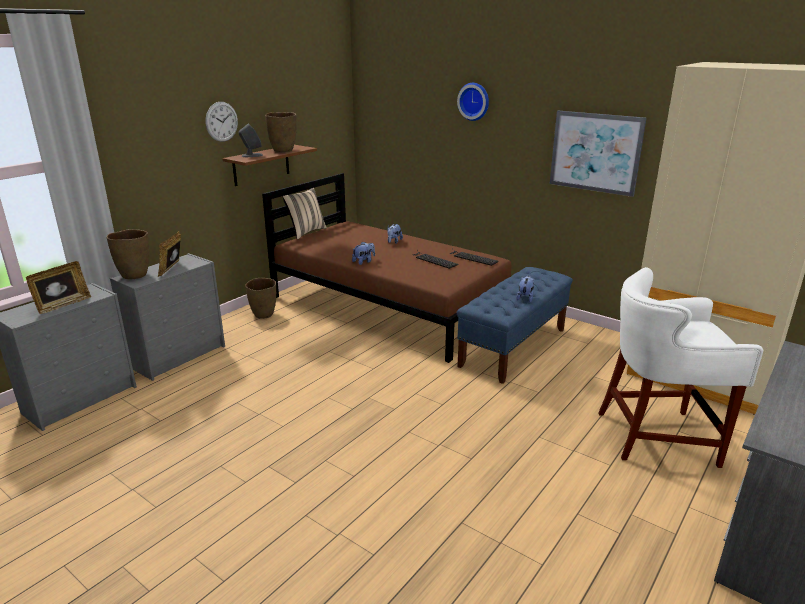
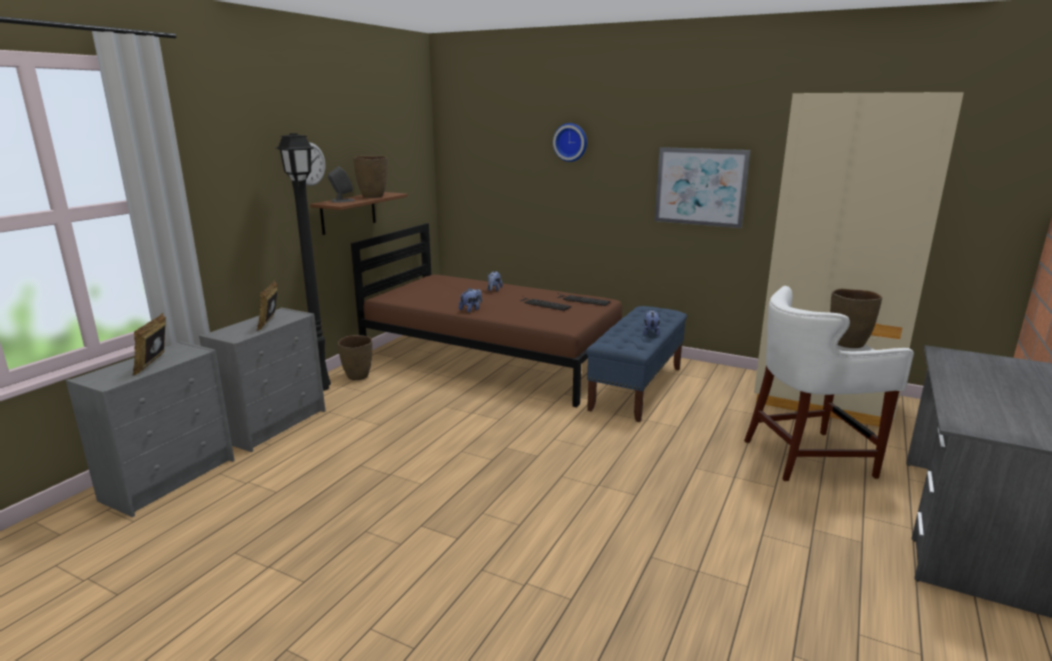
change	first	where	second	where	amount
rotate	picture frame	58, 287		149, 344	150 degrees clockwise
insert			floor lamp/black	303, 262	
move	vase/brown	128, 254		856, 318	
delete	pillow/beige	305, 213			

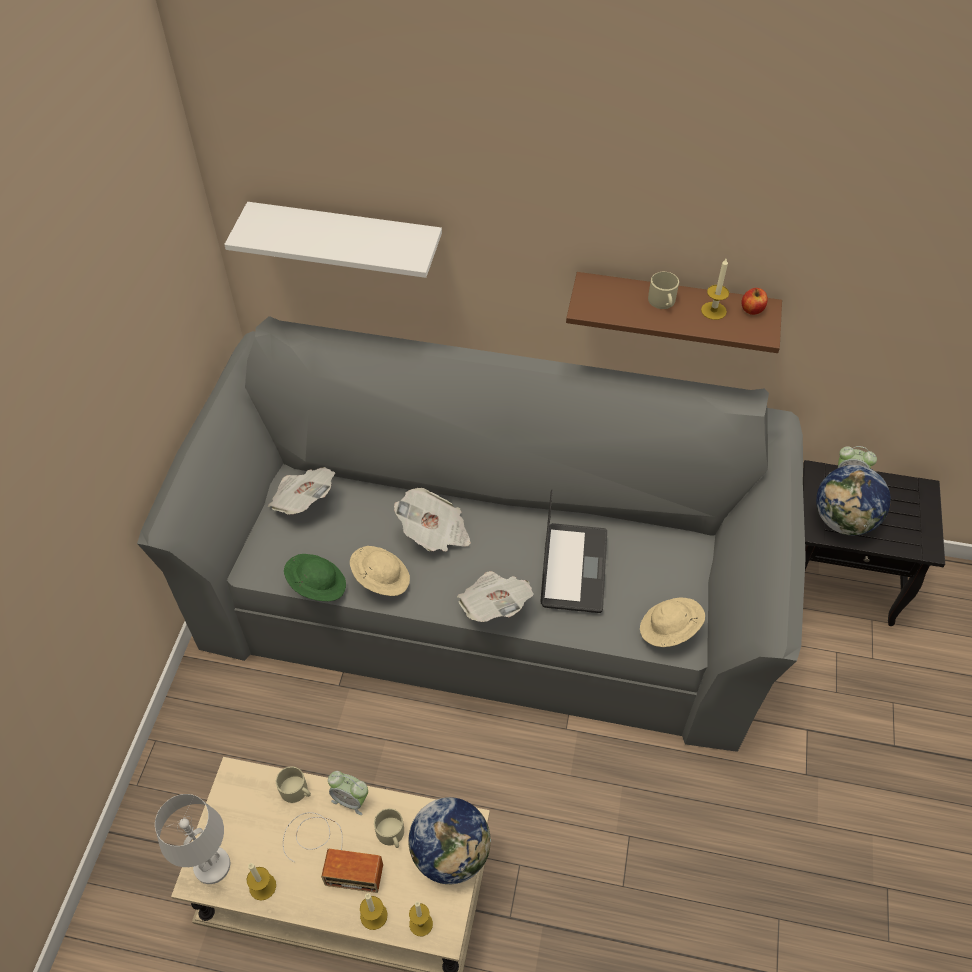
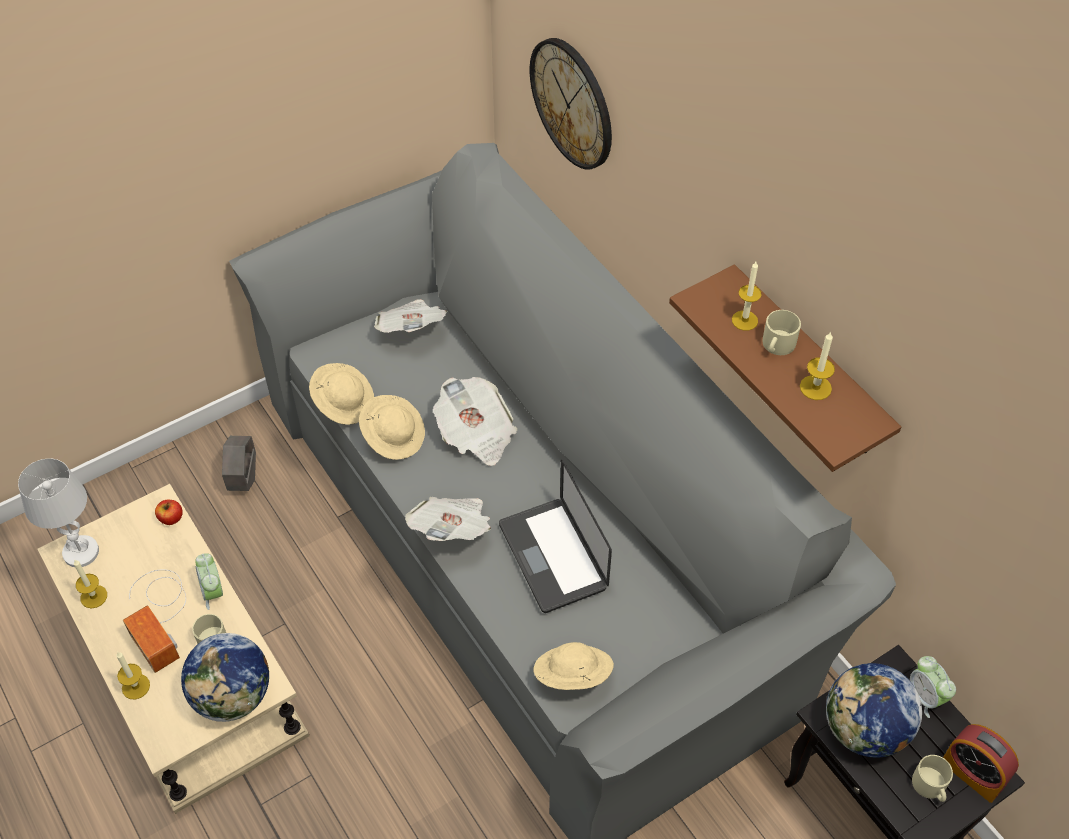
change	first	where	second	where	amount
move	apple	754, 301		169, 512	
insert			planter/grey	239, 463	
recolor	hat/green	315, 577	hat/beige	341, 394	
rotate	laptop	574, 551		555, 536	105 degrees clockwise
replace	shelf/white	333, 240	wall clock	571, 104	
move	candle	421, 918		747, 296	
move	mug/beige	293, 785		932, 778	
insert			alarm clock	981, 763	

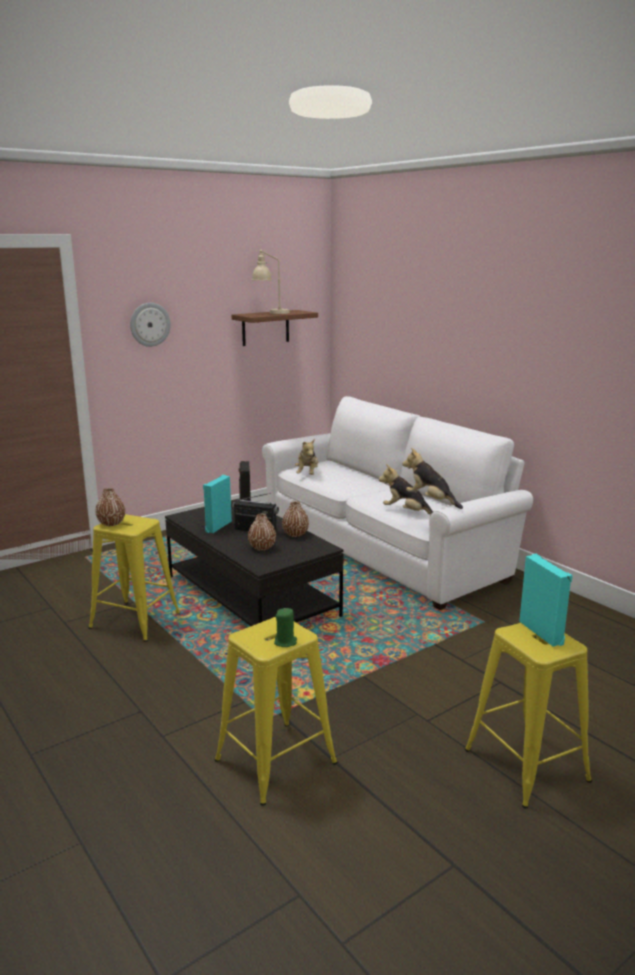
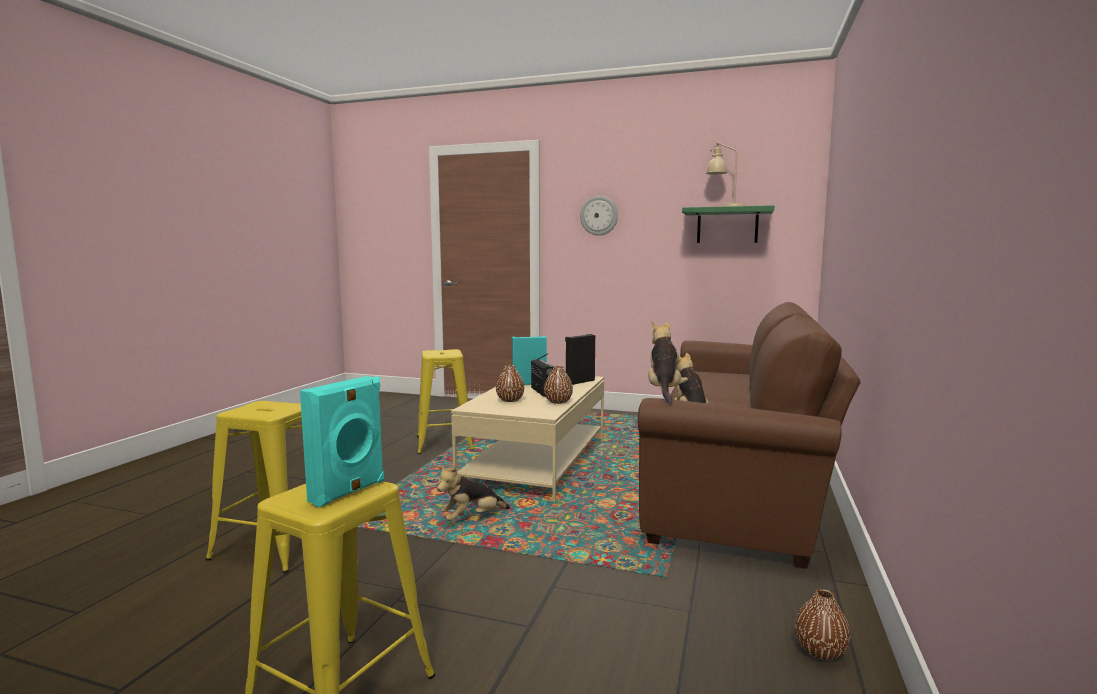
change	first	where	second	where	amount
move	plush toy	306, 457		473, 493	
recolor	coffee table/black	254, 562	coffee table/beige	527, 438	
recolor	sofa/white	397, 503	sofa/brown	749, 435	
recolor	shelf/brown	275, 328	shelf/green	728, 224	
move	vase/brown	110, 507		822, 624	
delete	candle/green	285, 627			

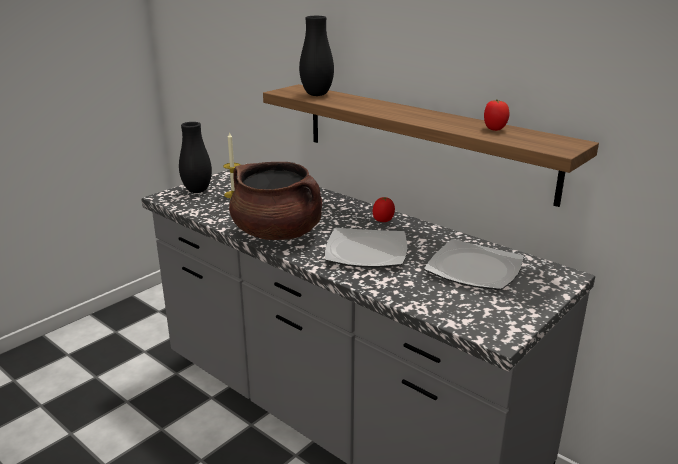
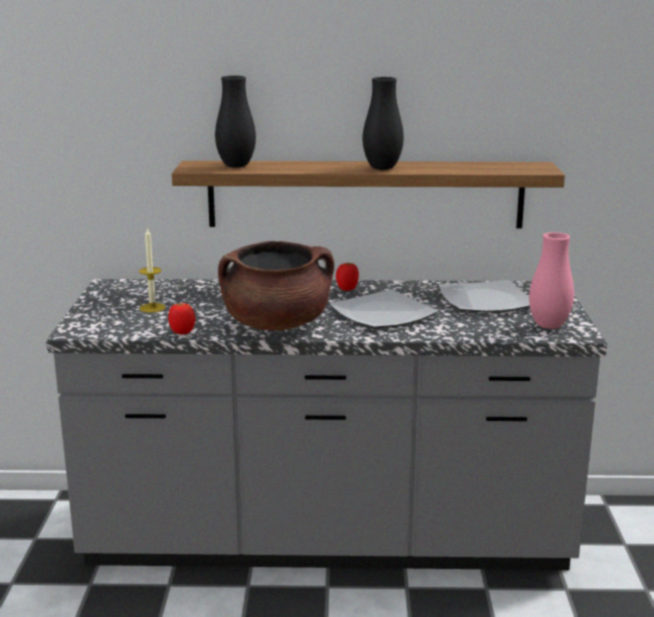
change	first	where	second	where	amount
move	tomato	496, 115		181, 318	
move	vase/black	195, 157		383, 123	
insert			vase/pink	551, 280	

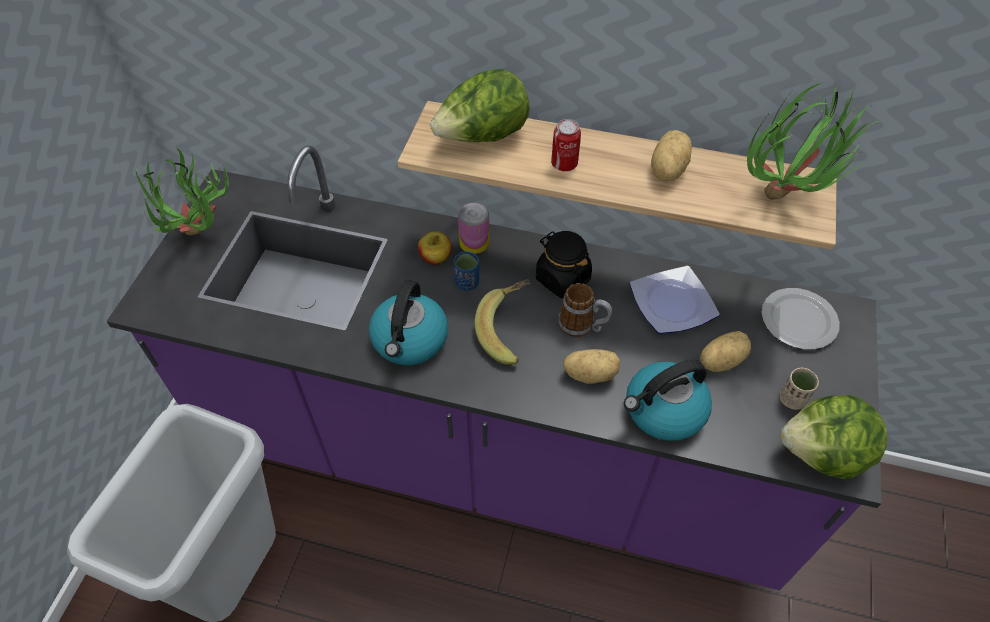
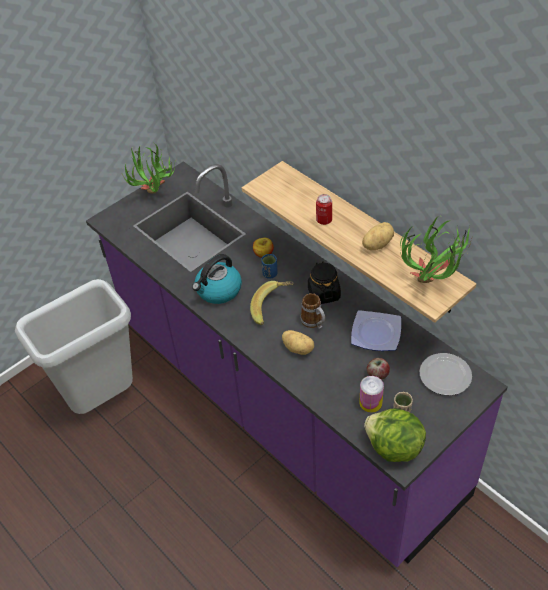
change	first	where	second	where	amount
move	can	474, 228		371, 394	
replace	potato	725, 351	apple	378, 369	
delete	lettuce	480, 105			
delete	kettle	668, 400			

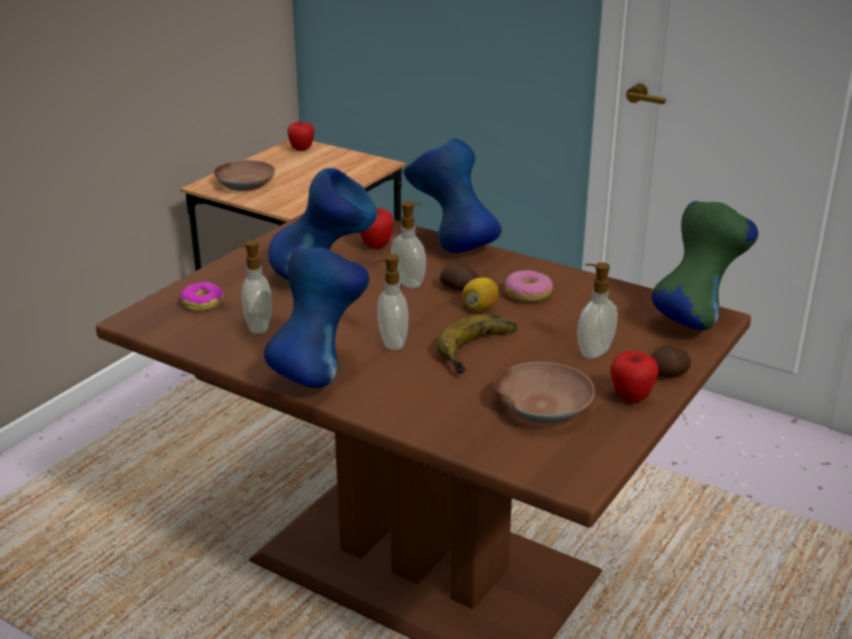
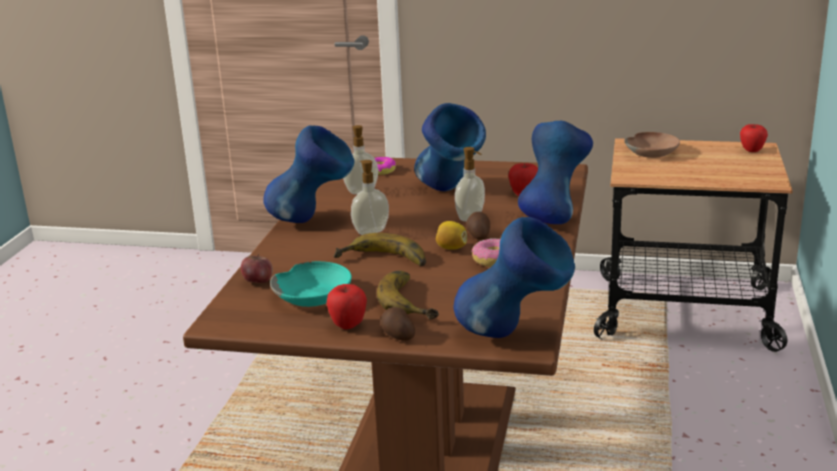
change	first	where	second	where	amount
insert			apple	257, 268	
recolor	bowl/brown	544, 393	bowl/turquoise	311, 284	
replace	soap dispenser	597, 310	banana	408, 295	
recolor	vase/green	705, 265	vase/blue	514, 277	

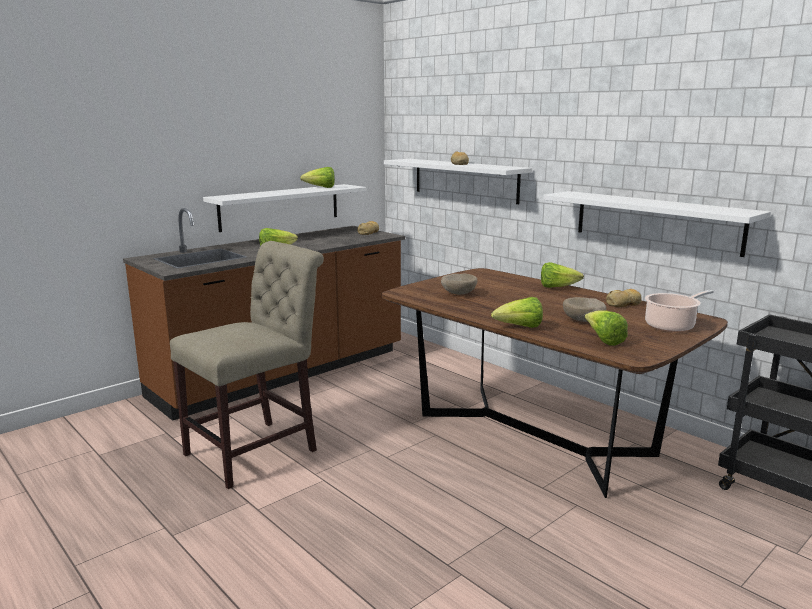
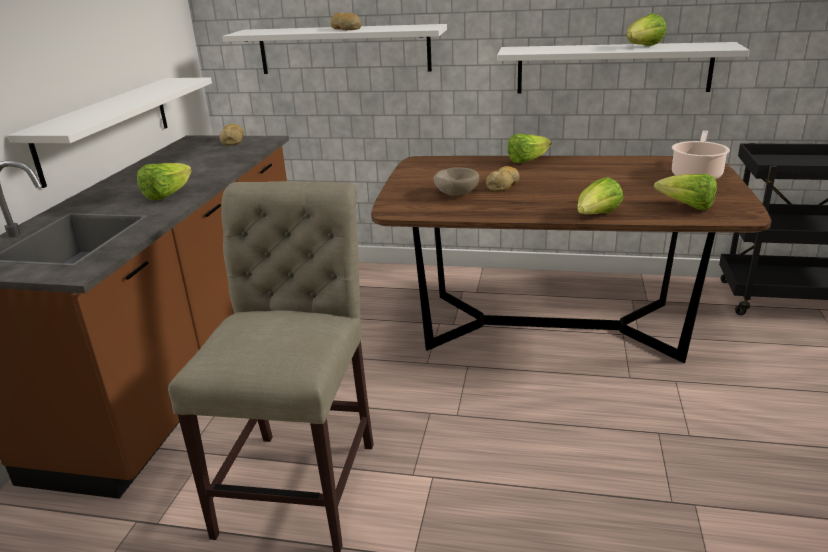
change	first	where	second	where	amount
move	bread	624, 298		502, 178	
move	lettuce	317, 177		647, 29	
delete	bowl/beige	584, 309			

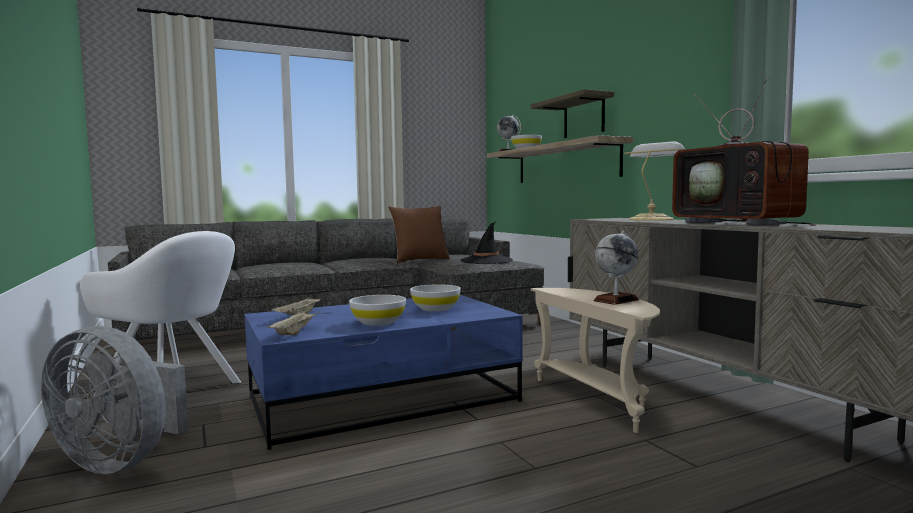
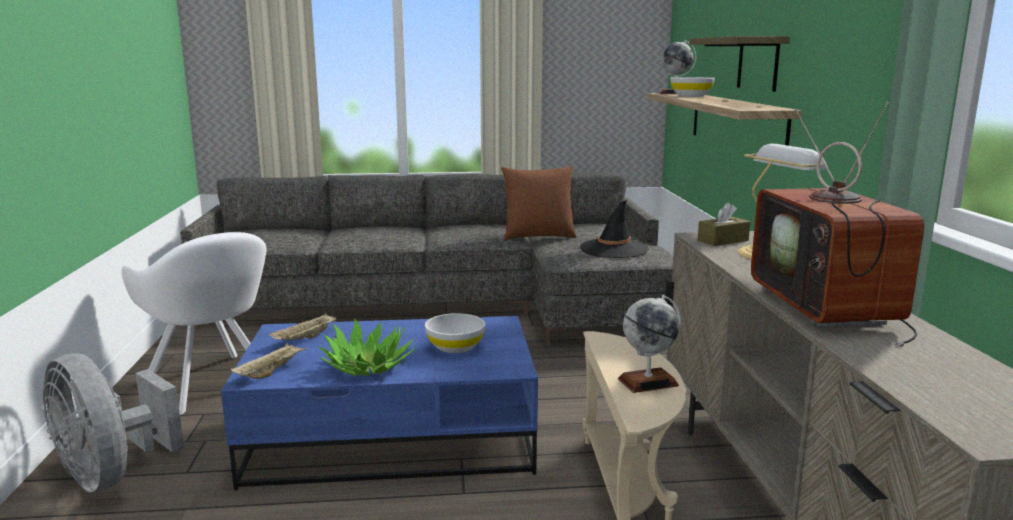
change	first	where	second	where	amount
replace	bowl/white	377, 310	potted plant	367, 347	
insert			tissue box/brown	724, 224	

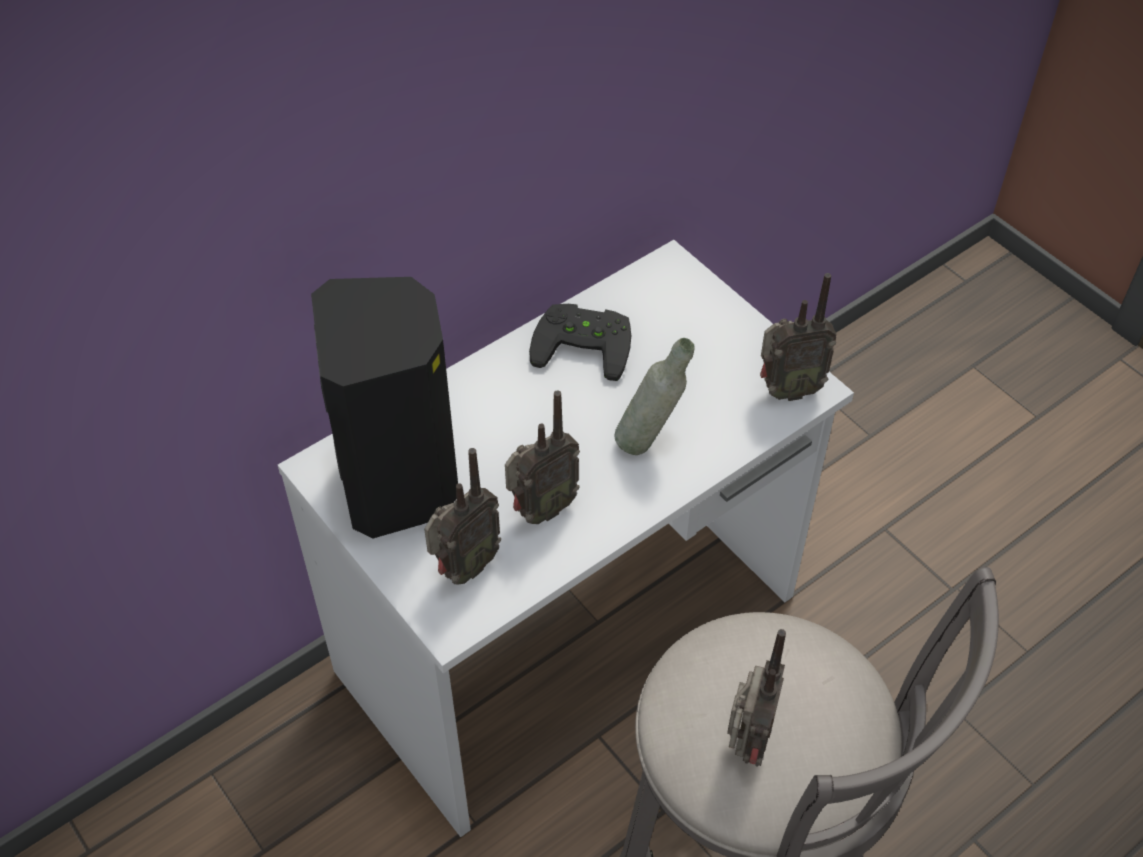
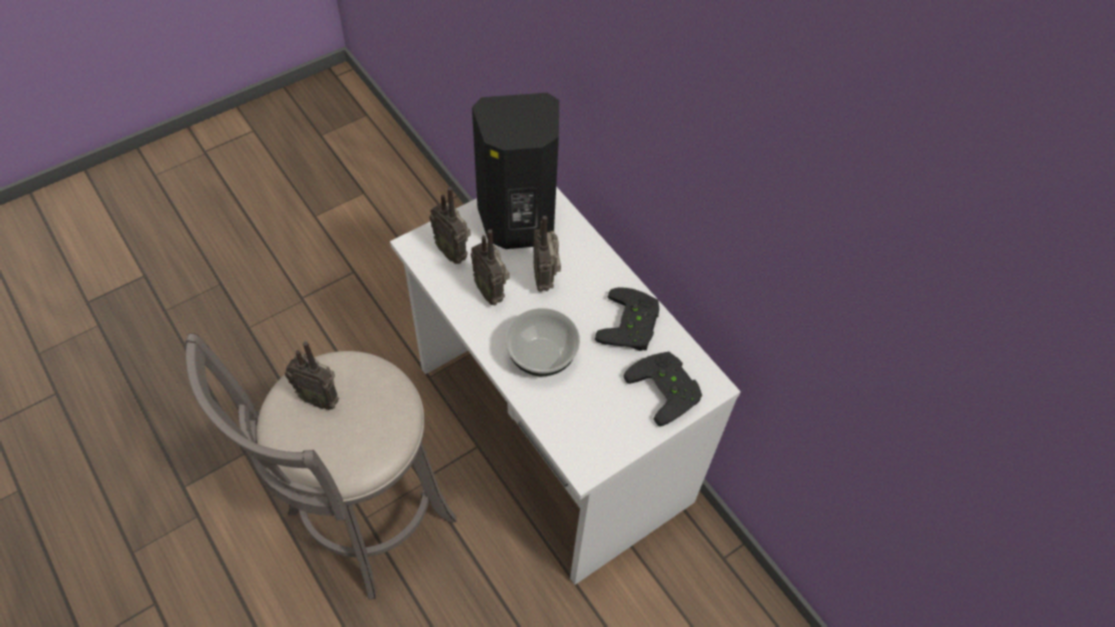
change	first	where	second	where	amount
replace	bottle/grey	655, 396	bowl	542, 342	
move	radio	798, 337		547, 254	
insert			game controller/black	662, 389	

